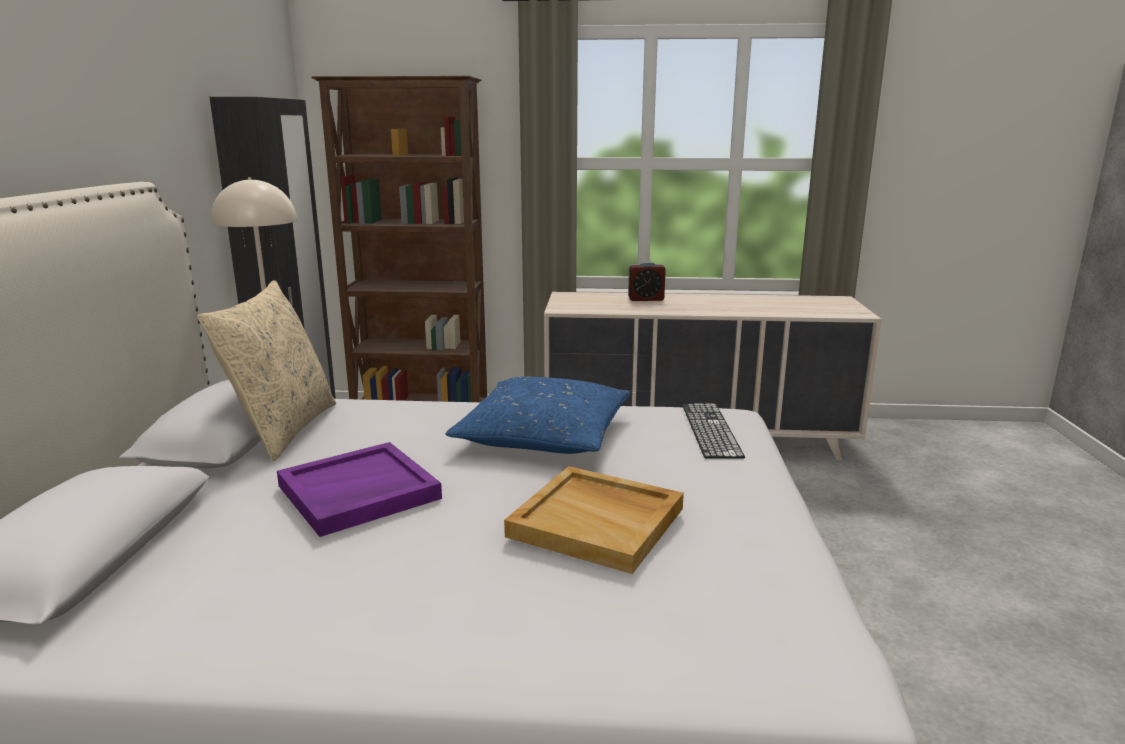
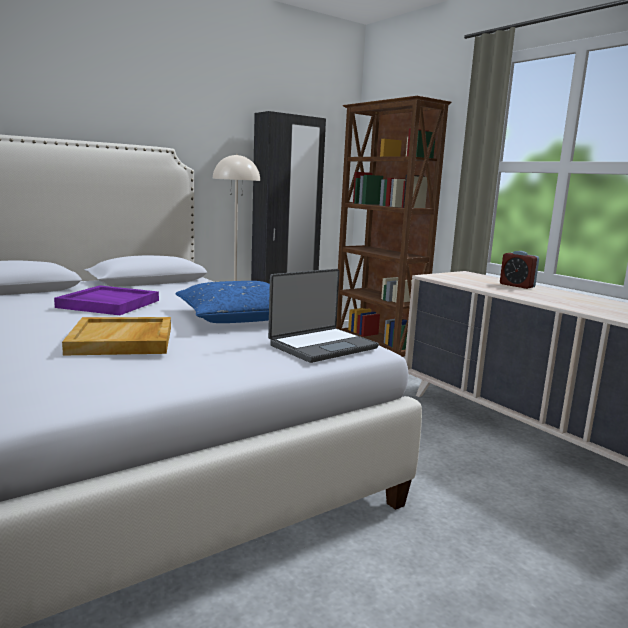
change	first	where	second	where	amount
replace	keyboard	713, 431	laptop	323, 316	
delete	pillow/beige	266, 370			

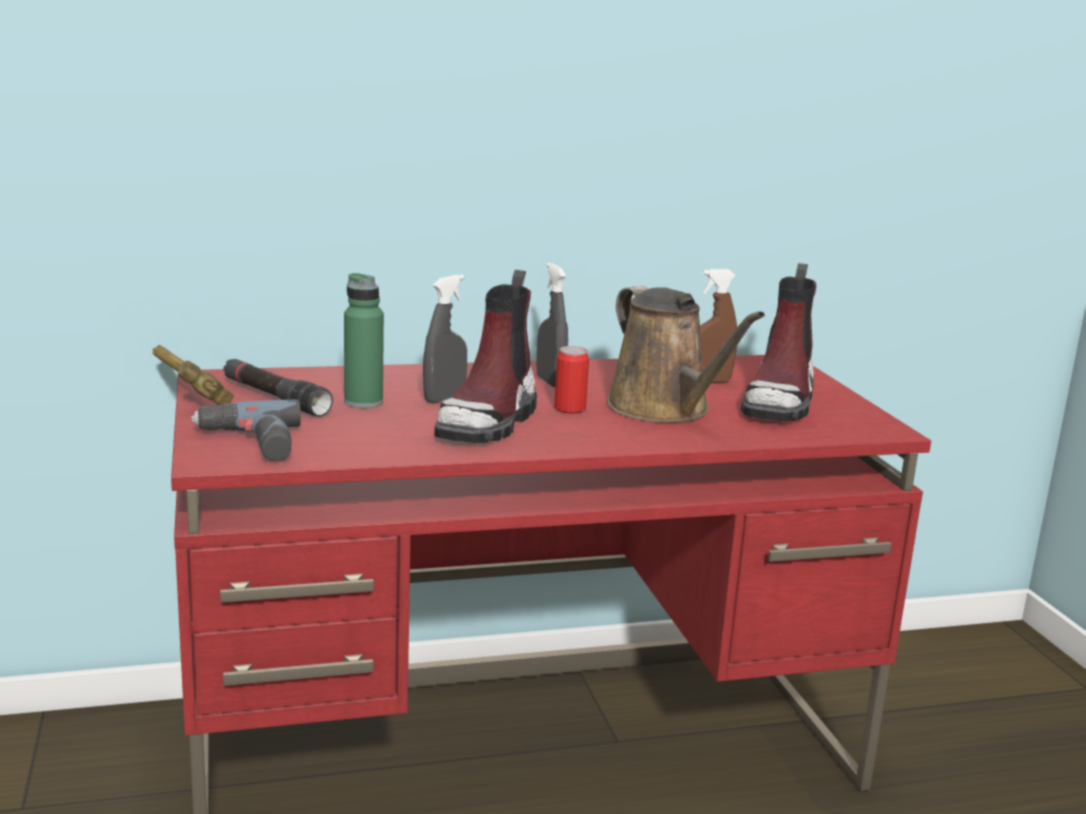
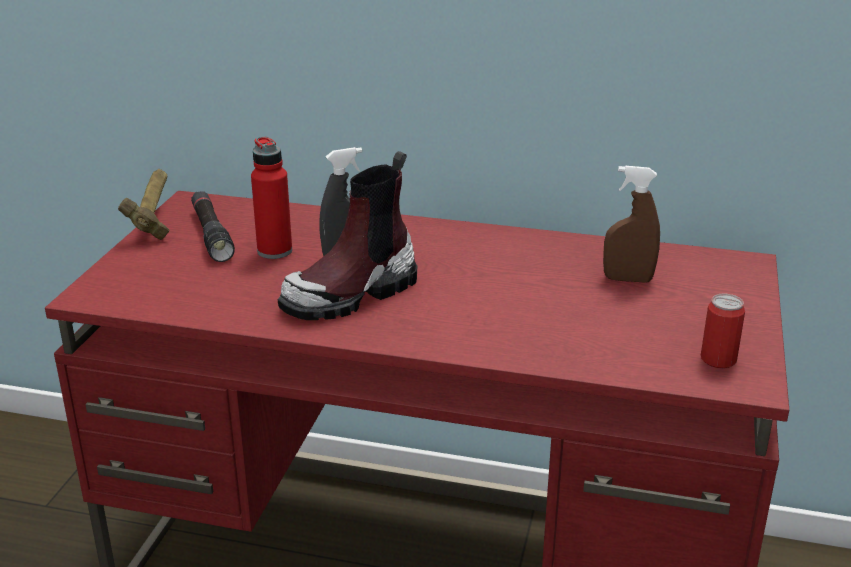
change	first	where	second	where	amount
recolor	bottle/green	364, 340	bottle/red	271, 198	
move	can	571, 380		723, 331	
delete	power drill	246, 430			
delete	spray bottle/grey	552, 325			
delete	watering can/brown	686, 354			
delete	boot	778, 342			

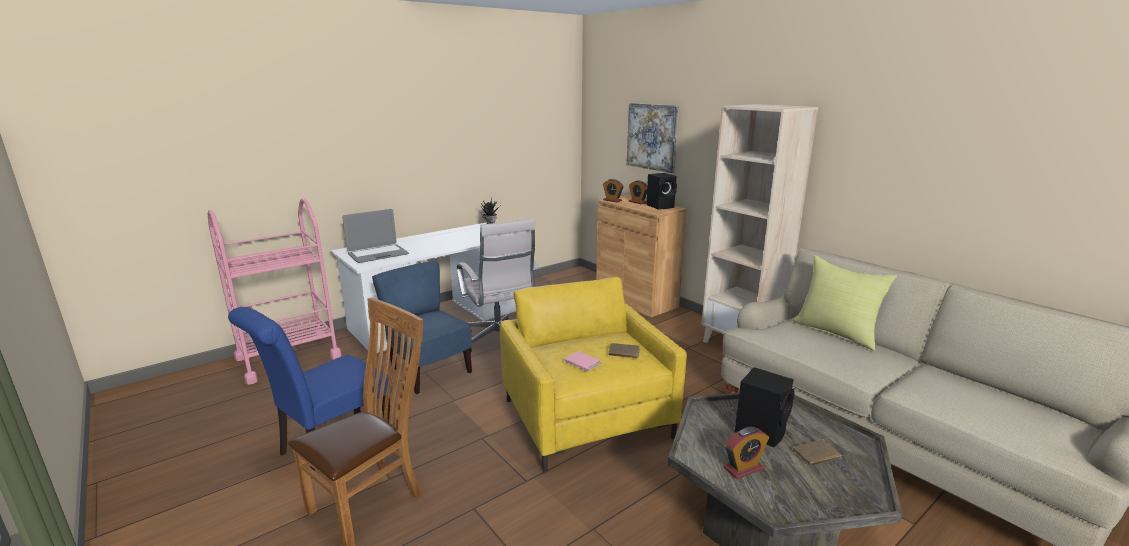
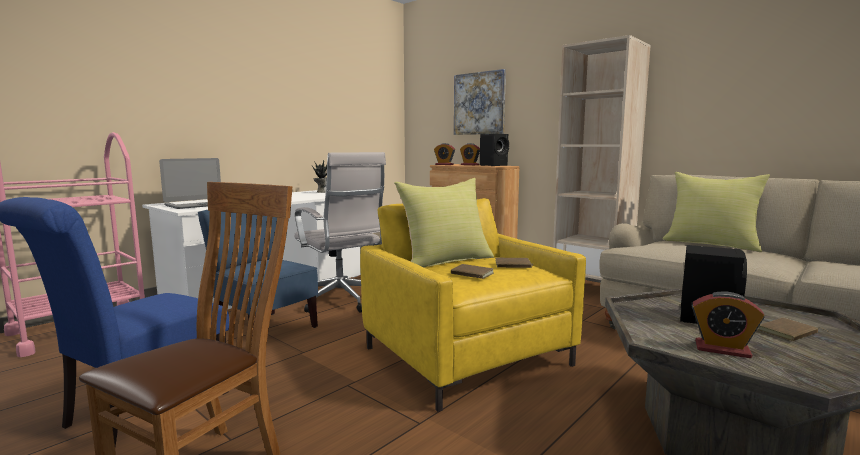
change	first	where	second	where	amount
insert			pillow/yellow	444, 222	
recolor	book/pink	583, 361	book/brown	472, 271	
rotate	alarm clock	746, 453		728, 325	60 degrees clockwise

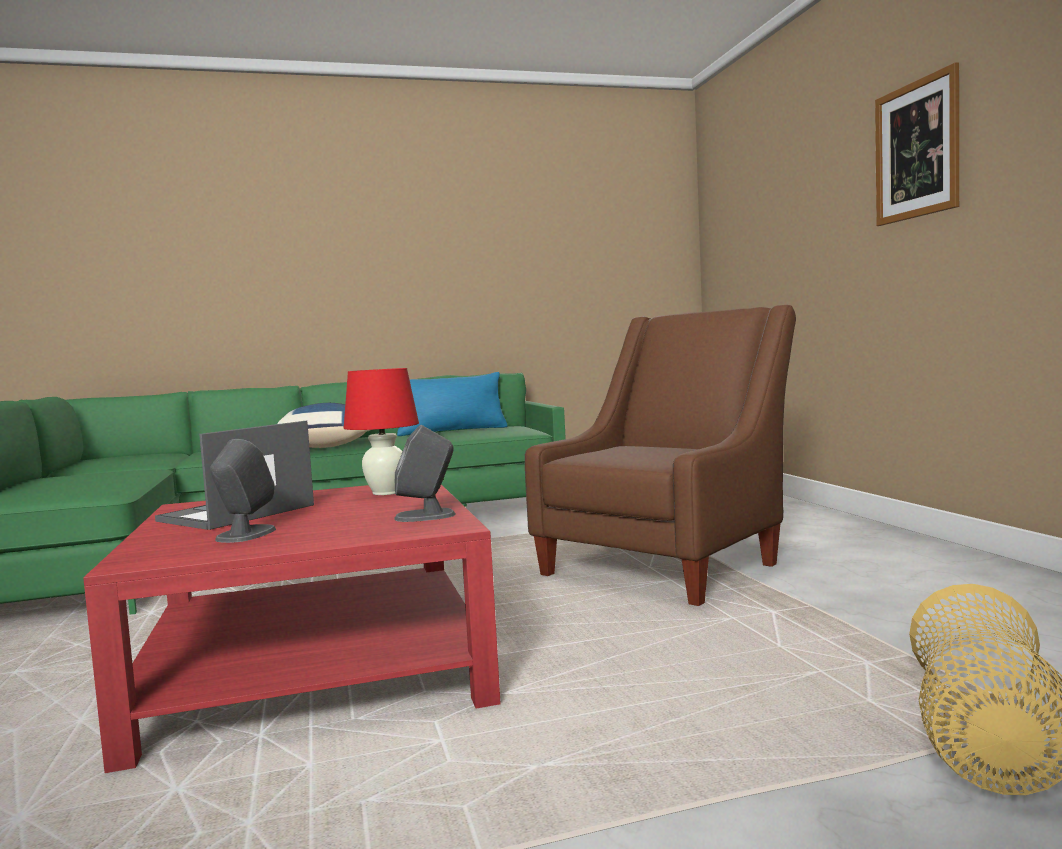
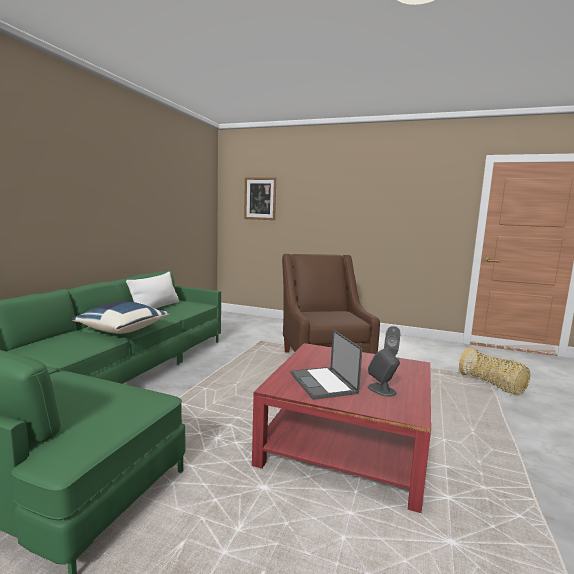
change	first	where	second	where	amount
recolor	pillow/blue	452, 404	pillow/white	152, 290	
move	picture	917, 144		260, 198	
delete	table lamp/red	381, 431			

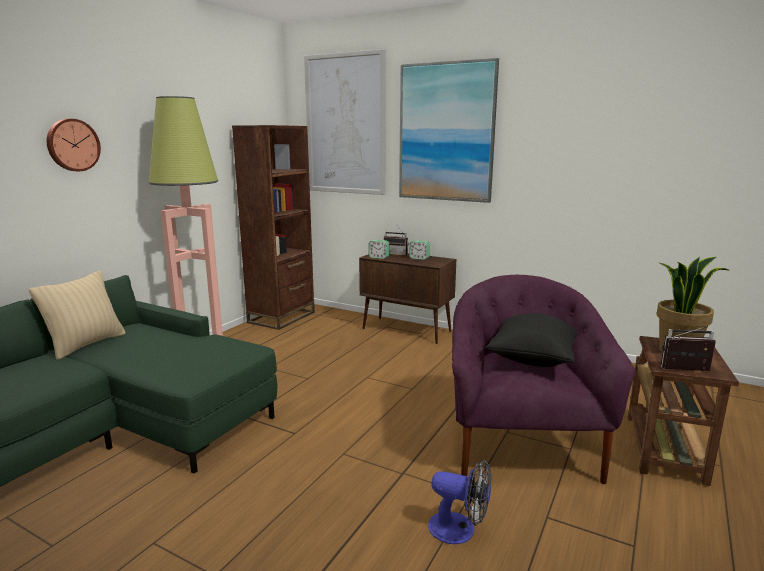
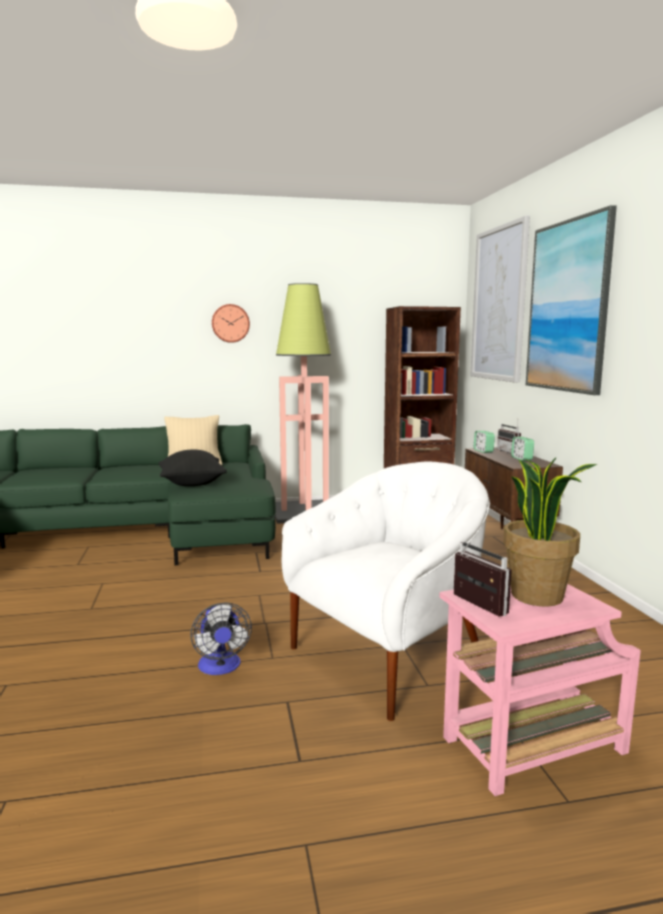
change	first	where	second	where	amount
move	pillow/black	531, 340		193, 468	
recolor	armchair/purple	543, 379	armchair/white	386, 591	
recolor	side table/brown	683, 411	side table/pink	540, 690	

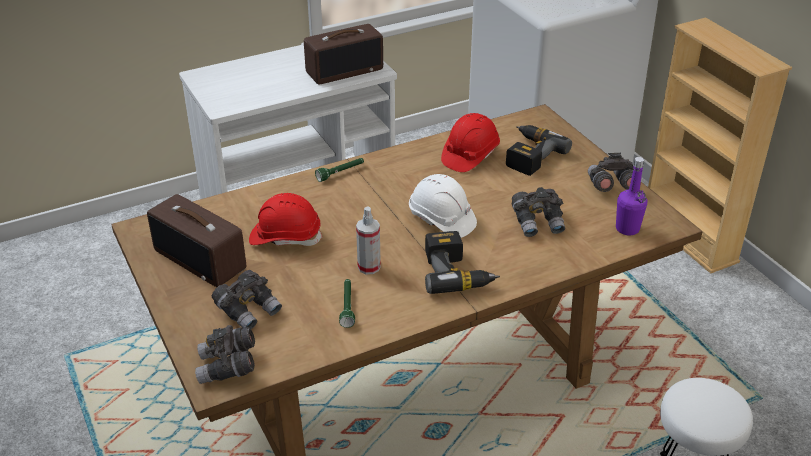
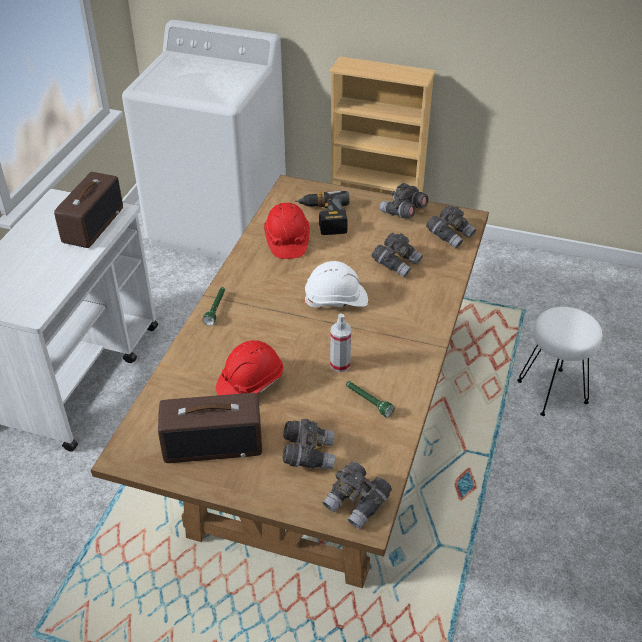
change	first	where	second	where	amount
replace	bottle/purple	631, 196	binoculars/grey	451, 227	
delete	power drill	462, 262			

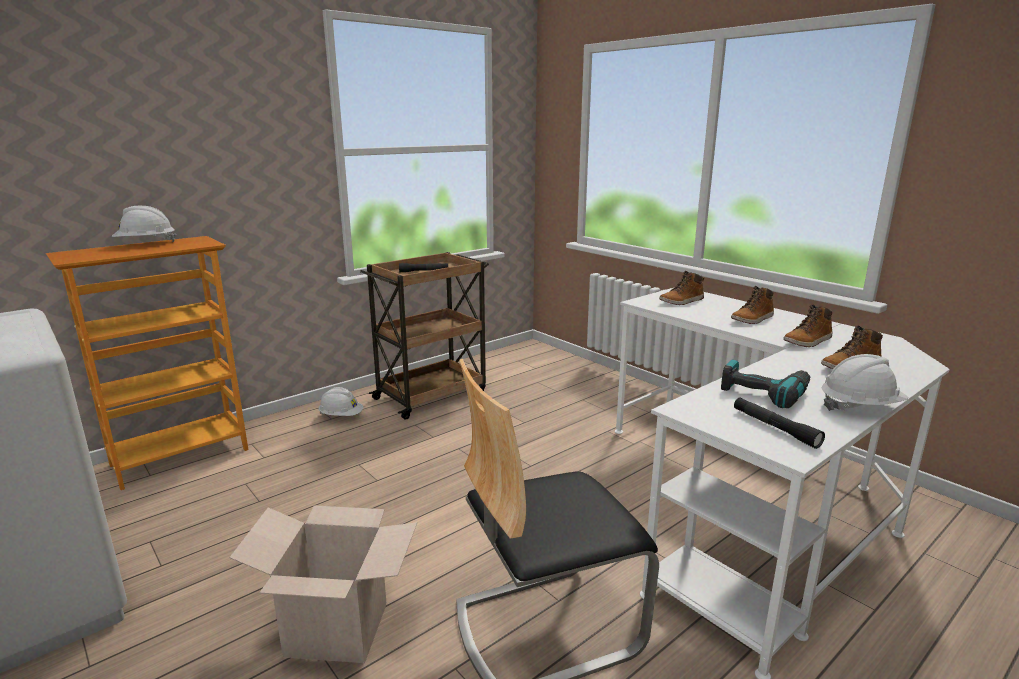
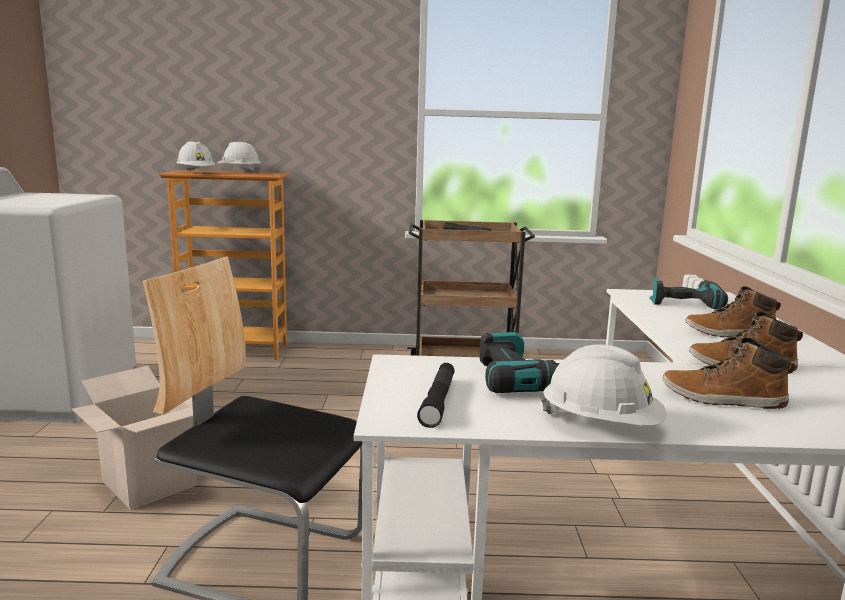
change	first	where	second	where	amount
move	hard hat/white	341, 401		196, 157	
replace	boot	681, 288	power drill	688, 293	

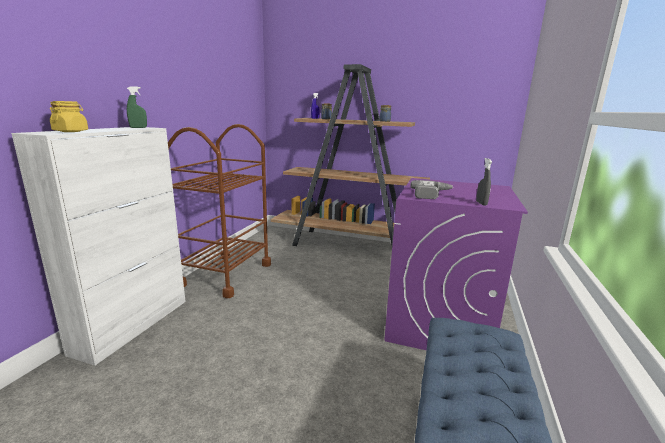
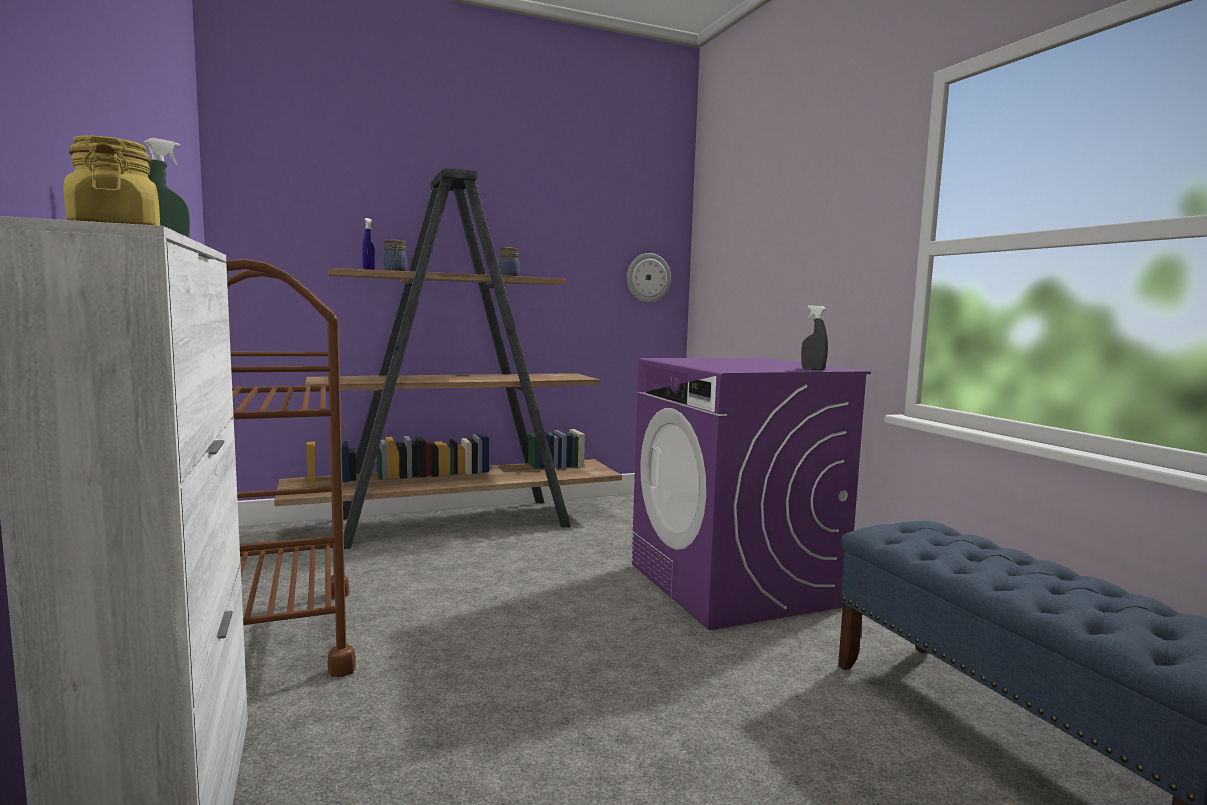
change	first	where	second	where	amount
insert			wall clock	649, 278	
delete	power drill	432, 189			

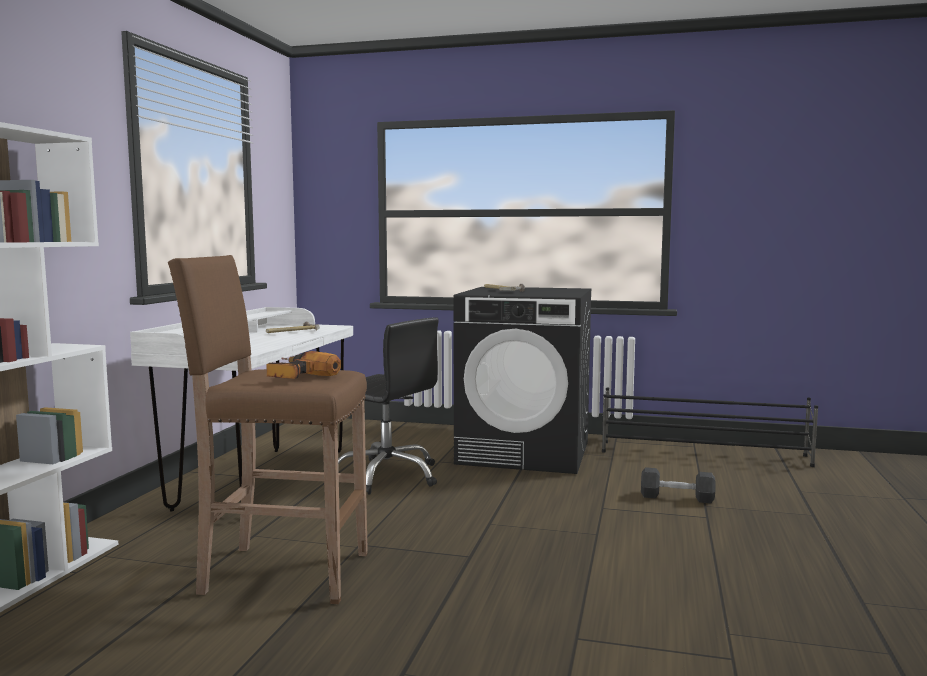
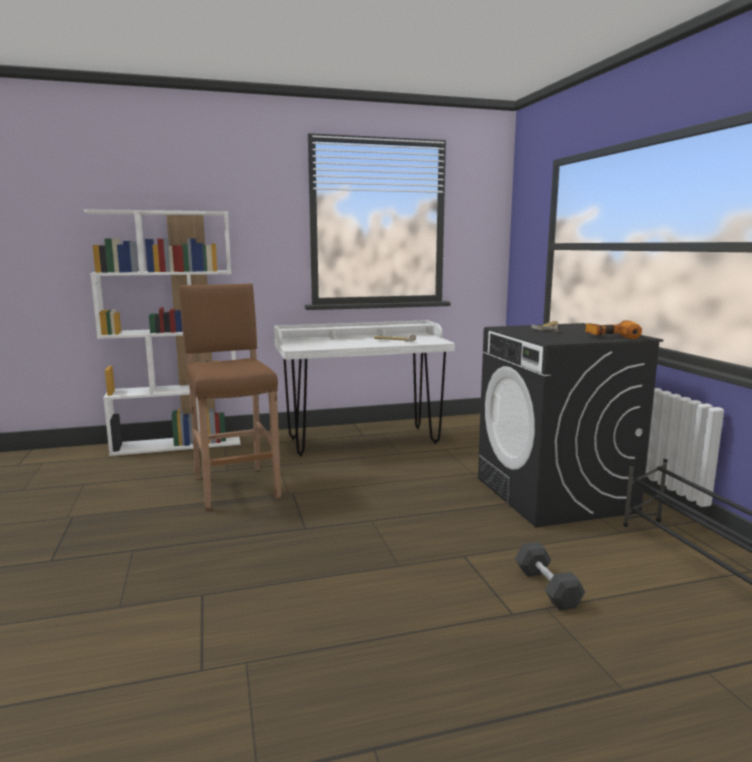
change	first	where	second	where	amount
move	power drill	303, 365		613, 330	
delete	office chair/black	388, 406			

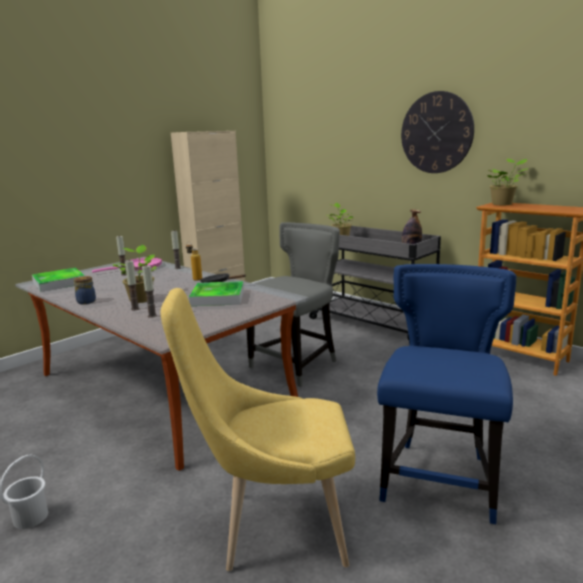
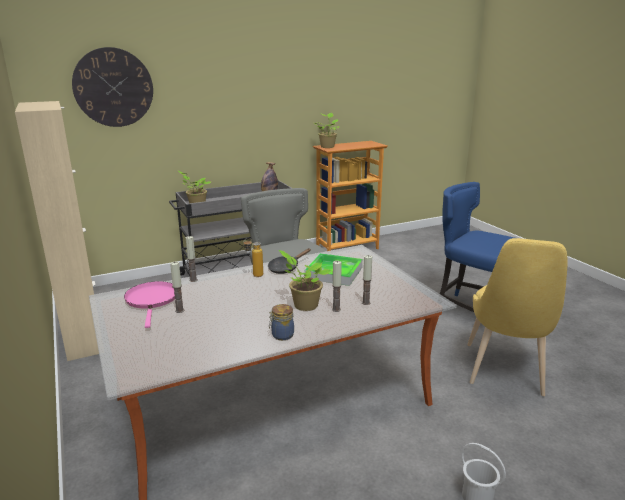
change	first	where	second	where	amount
move	wall clock	437, 132		112, 87	
delete	tray	58, 280			

